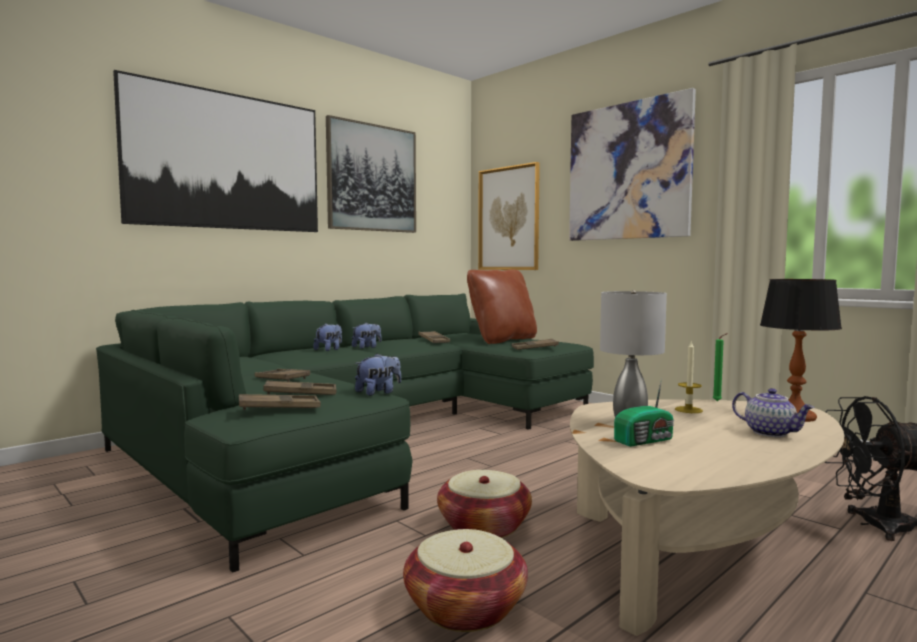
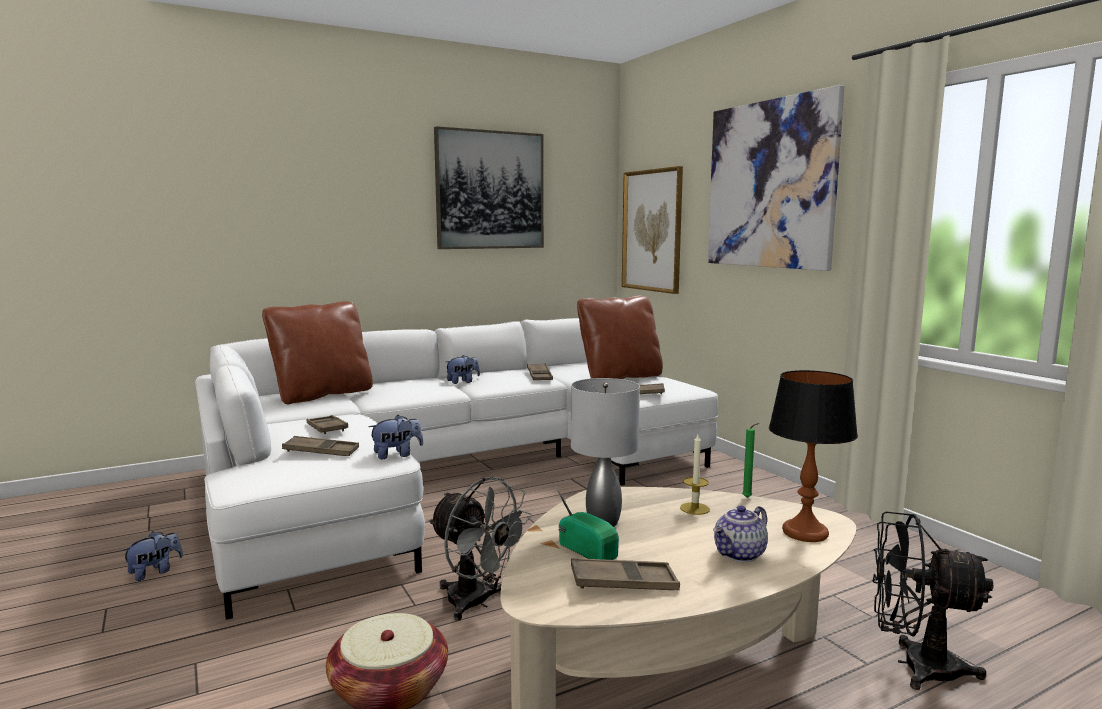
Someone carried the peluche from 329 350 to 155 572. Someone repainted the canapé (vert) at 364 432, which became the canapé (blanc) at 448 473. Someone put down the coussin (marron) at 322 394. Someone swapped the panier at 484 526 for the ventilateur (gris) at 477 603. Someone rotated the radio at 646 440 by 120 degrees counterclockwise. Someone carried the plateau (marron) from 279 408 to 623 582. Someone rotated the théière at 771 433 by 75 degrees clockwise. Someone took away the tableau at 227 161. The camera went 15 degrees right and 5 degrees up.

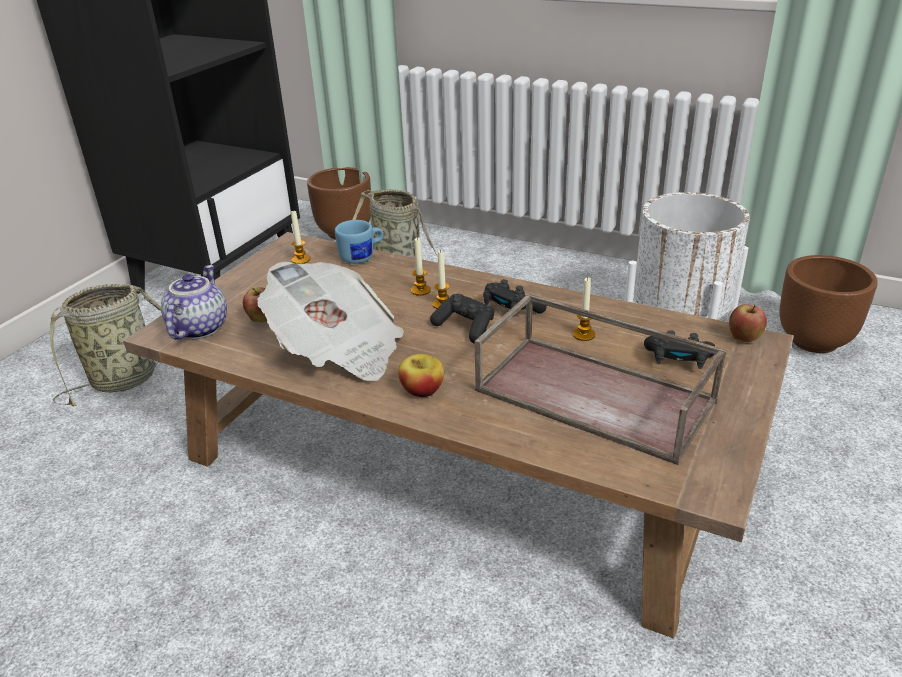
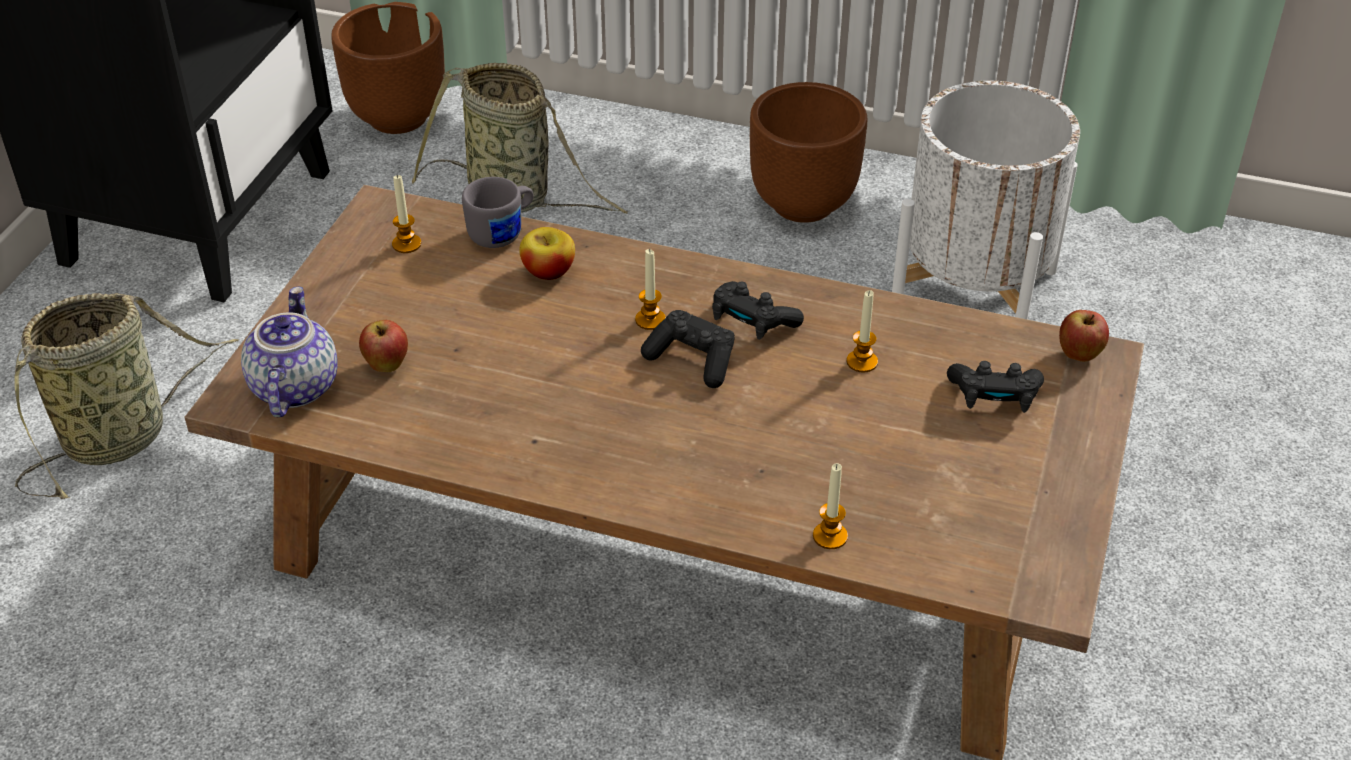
Someone repainted the mug (bleu) at 362 257, which became the mug (gris) at 503 232. Someone carried the pomme from 422 390 to 548 271. Someone carried the cache-pot (marron) from 814 341 to 804 204. Someone carried the bougie from 420 290 to 830 536. Someone took away the journal at 338 350. Someone took away the plateau (marron) at 597 395. The camera went 10 degrees left and 10 degrees up.

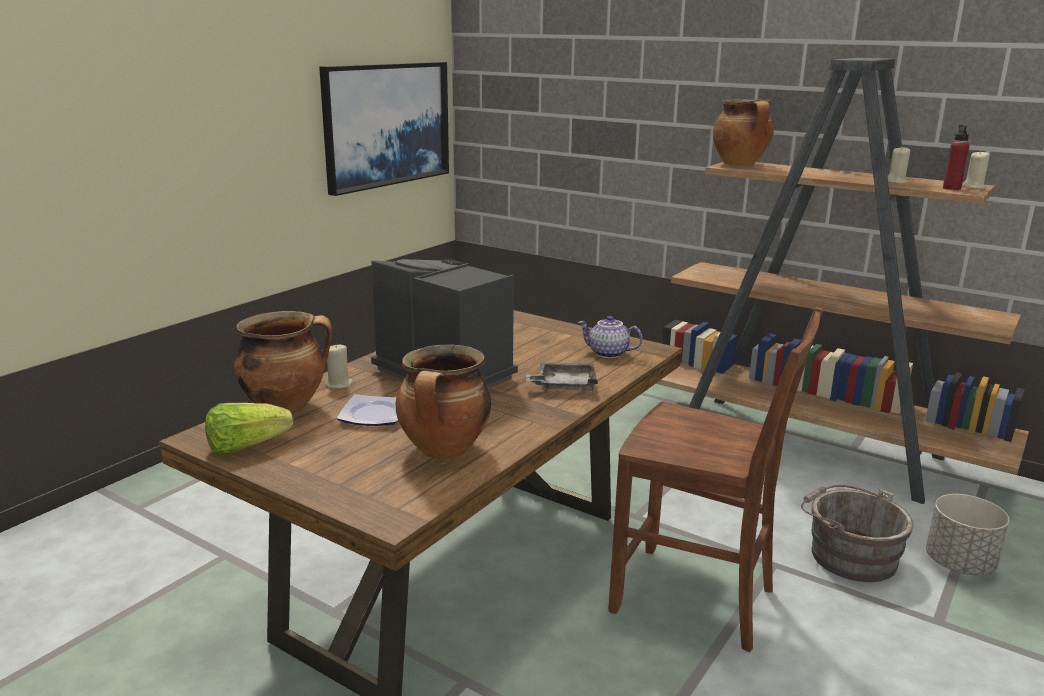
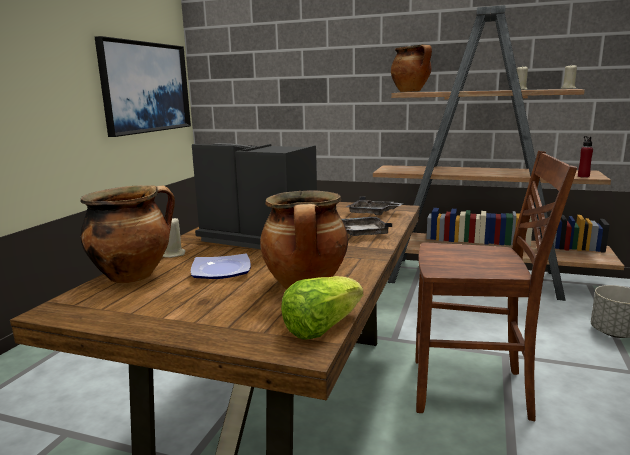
Someone carried the laitue from 246 447 to 321 327. Someone swapped the théière at 607 354 for the plateau (gris) at 372 213. Someone carried the bouteille (rouge) from 951 188 to 583 176. Someone took away the seau (gris) at 848 555. The camera went 15 degrees left and 5 degrees down.

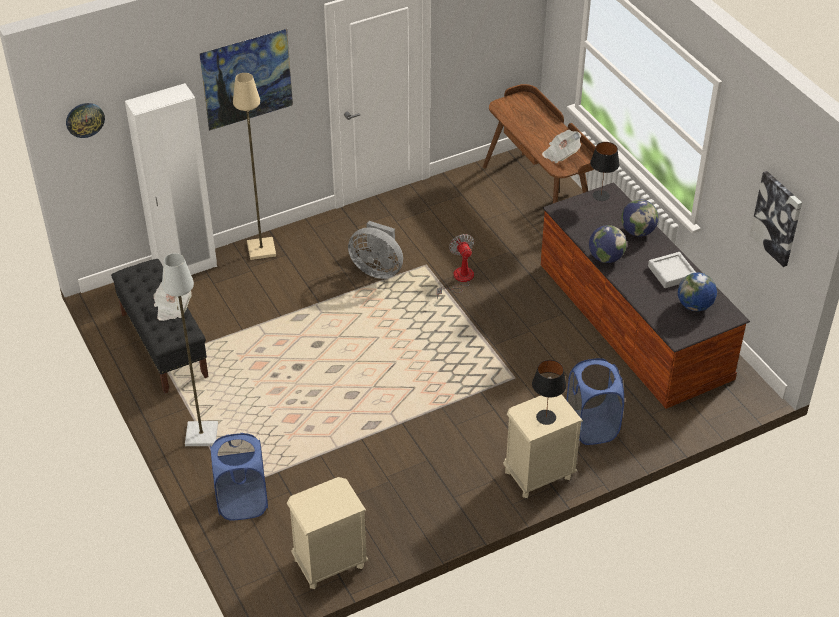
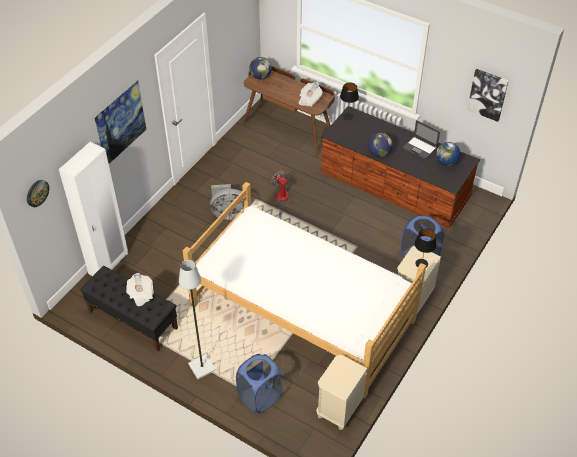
Someone put down the lit at 302 313. Someone carried the globe from 637 231 to 260 76. Someone swapped the plateau (gris) at 671 273 for the ordinateur portable at 420 148. Someone took away the lampadaire (beige) at 262 249. The camera went 30 degrees left and 5 degrees up.

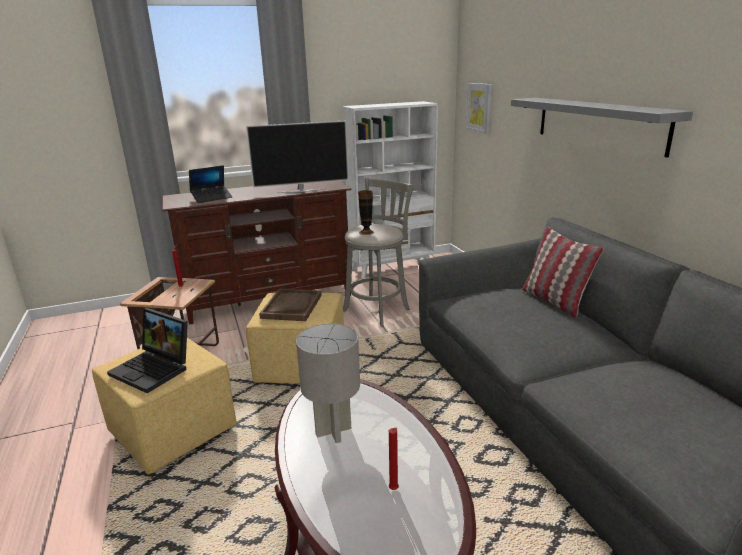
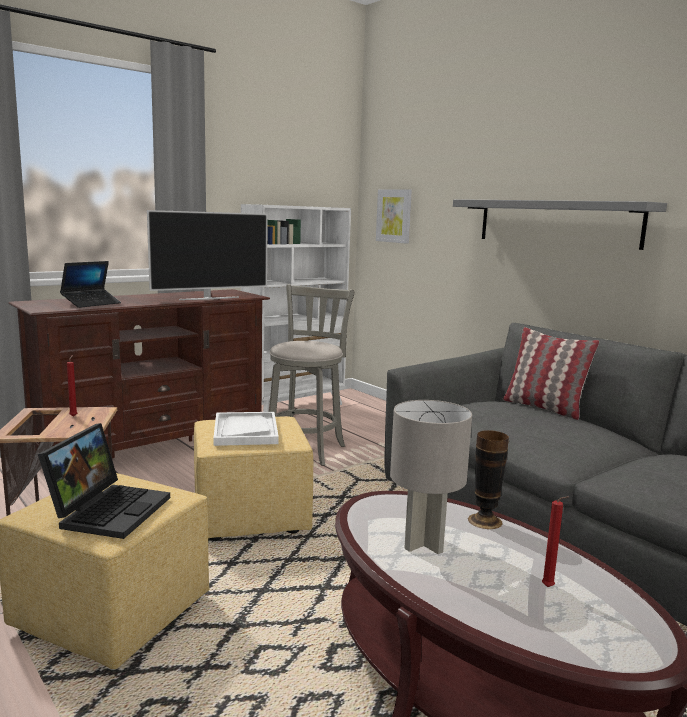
Someone rotated the ordinateur portable at 155 369 by 90 degrees counterclockwise. Someone repainted the plateau (marron) at 292 306, which became the plateau (blanc) at 245 431. Someone carried the vase from 366 232 to 485 521. The camera went 20 degrees left and 10 degrees down.

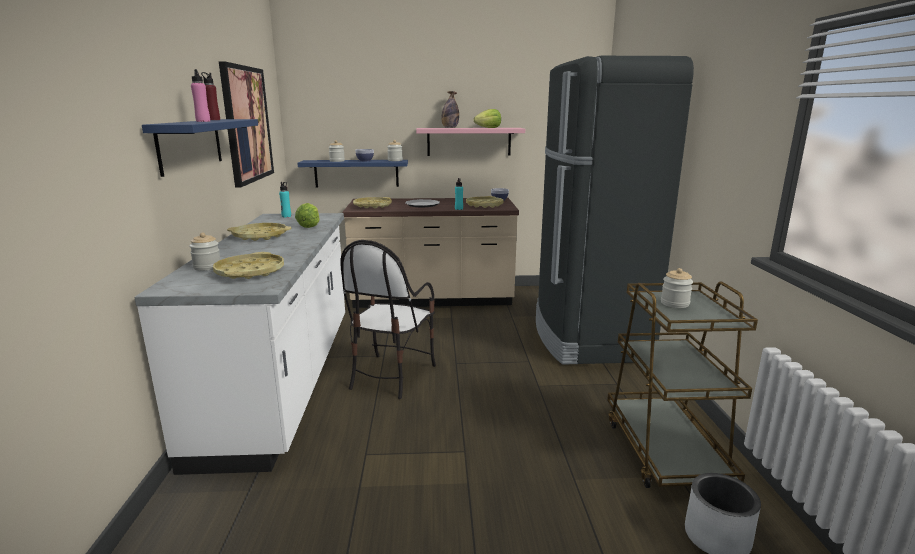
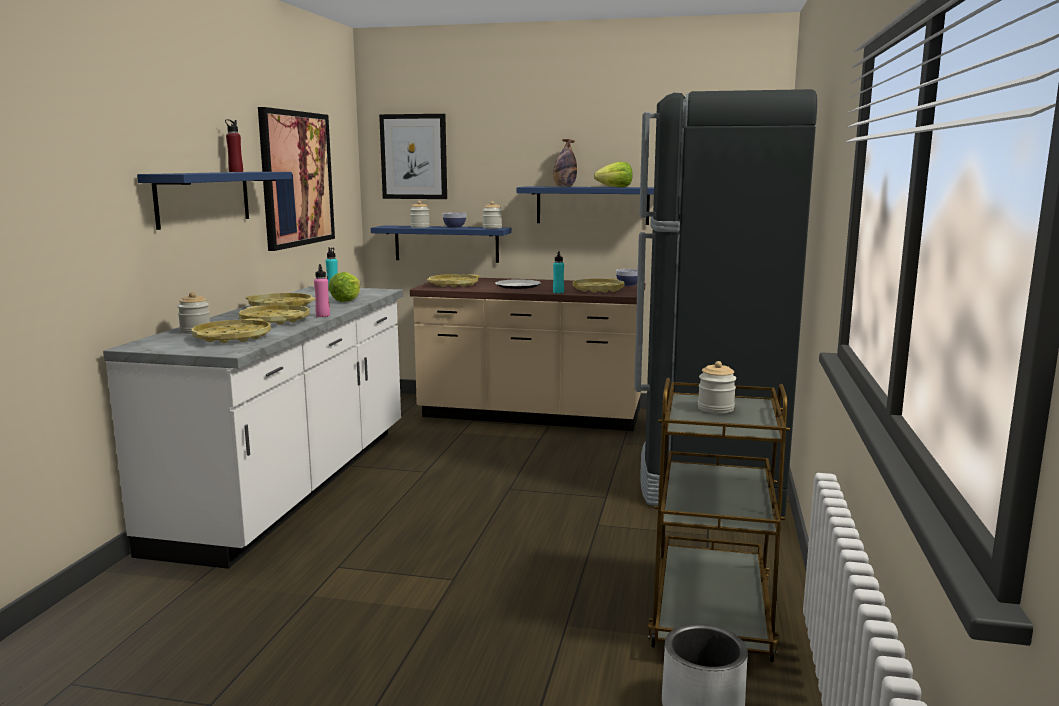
Someone put down the plateau (jaune) at 275 321. Someone carried the bouteille (rose) from 203 121 to 323 315. Someone put up the tableau at 414 157. Someone repainted the étagère (rose) at 469 141, which became the étagère (bleu) at 592 205. Someone took away the chaise at 391 375. The camera went 15 degrees right and 5 degrees down.

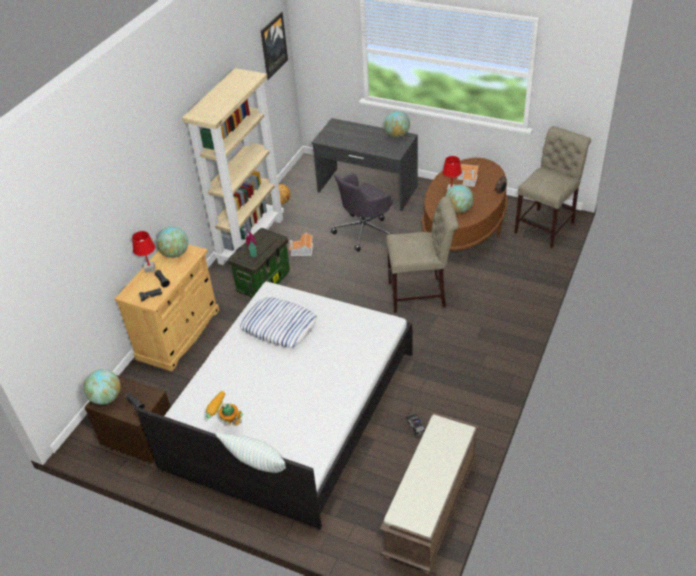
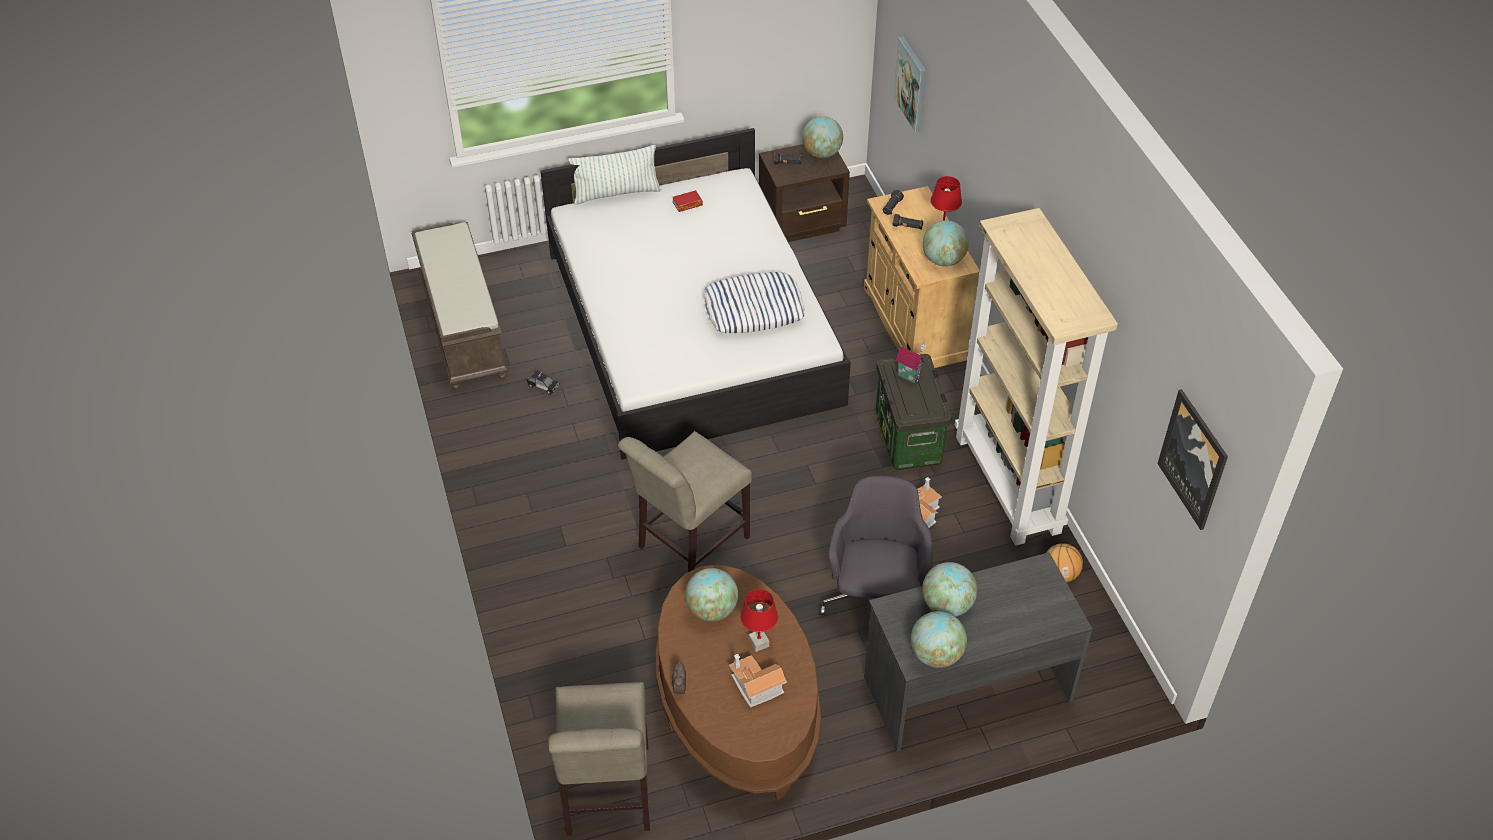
Someone swapped the robot jouet at 226 424 for the livre at 687 204. Someone put up the tableau at 911 84. Someone put down the globe at 947 605. The camera went 135 degrees right and 5 degrees up.

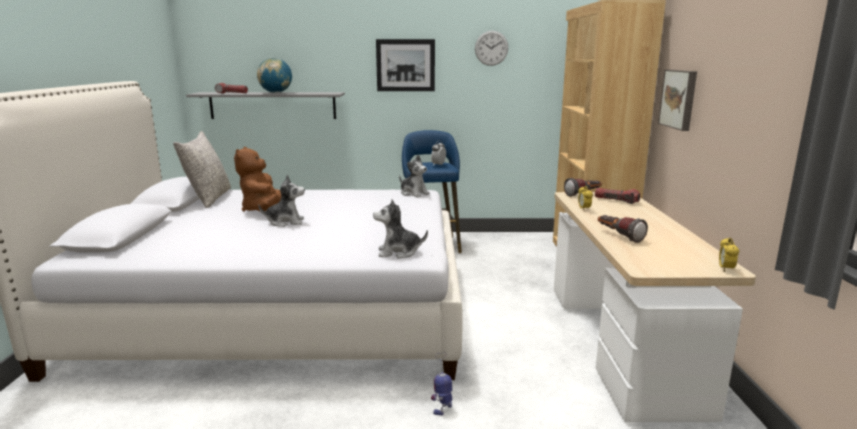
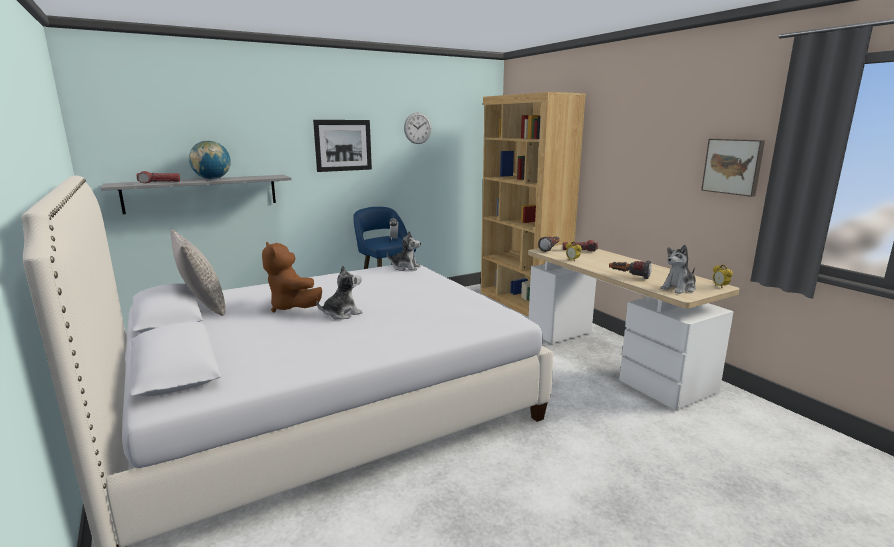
Someone carried the peluche from 398 252 to 679 288. Someone carried the tableau from 679 99 to 733 166. Someone took away the robot jouet at 443 408. The camera went 30 degrees left and 0 degrees up.

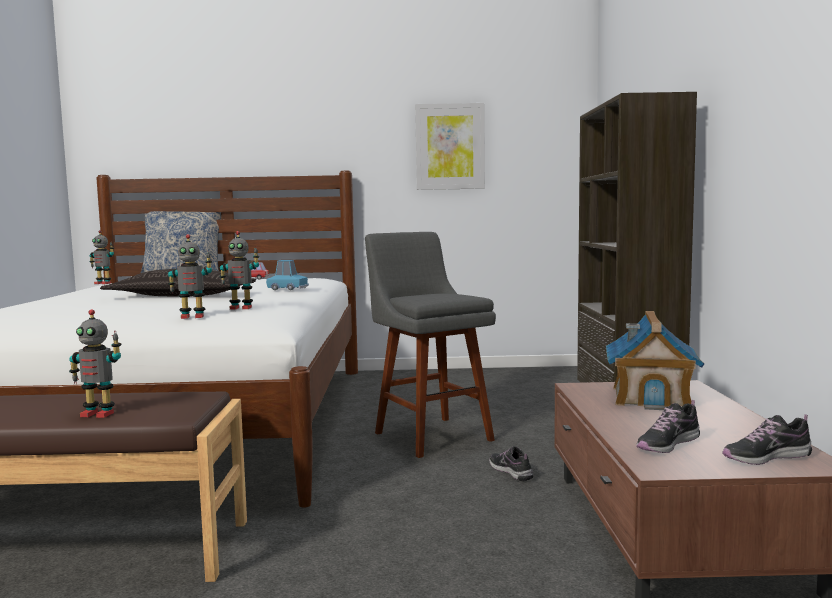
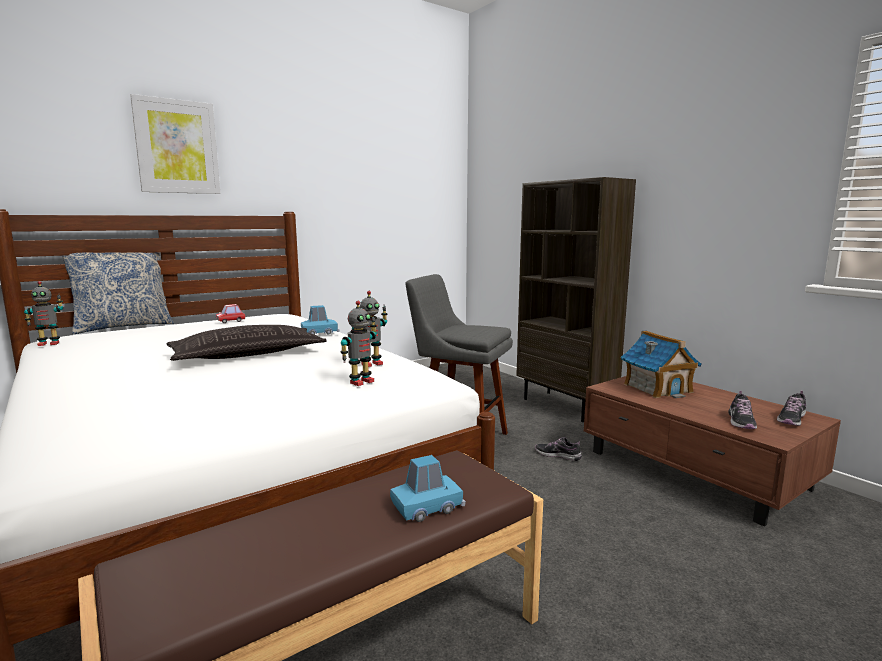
Someone carried the tableau from 450 146 to 177 147. Someone swapped the robot jouet at 98 414 for the petite voiture (bleu) at 427 507. The camera went 35 degrees left and 5 degrees up.

